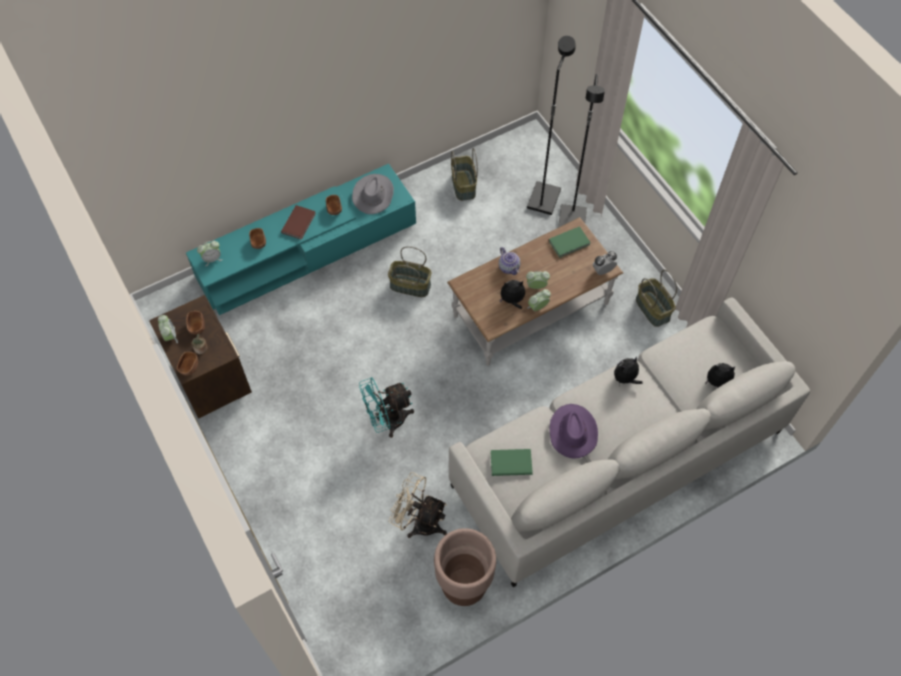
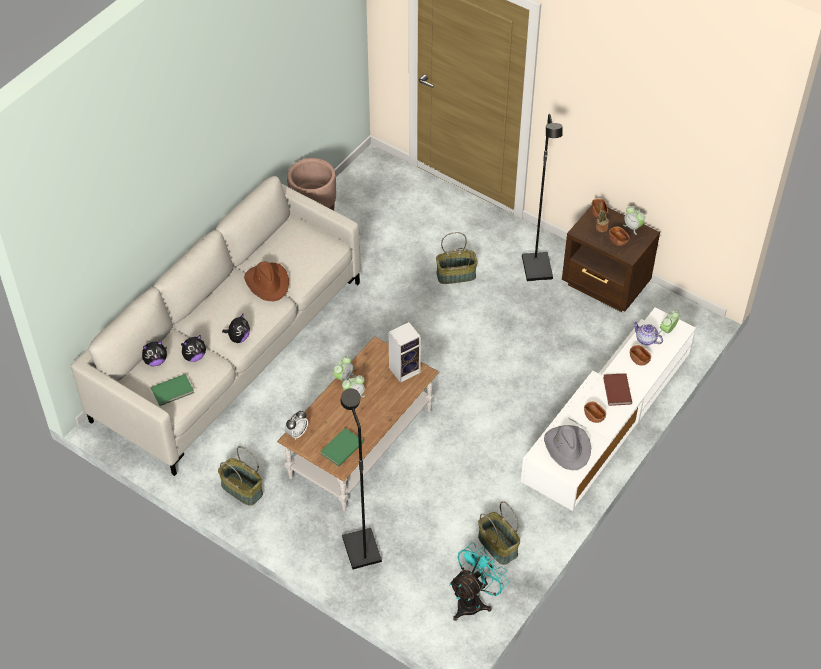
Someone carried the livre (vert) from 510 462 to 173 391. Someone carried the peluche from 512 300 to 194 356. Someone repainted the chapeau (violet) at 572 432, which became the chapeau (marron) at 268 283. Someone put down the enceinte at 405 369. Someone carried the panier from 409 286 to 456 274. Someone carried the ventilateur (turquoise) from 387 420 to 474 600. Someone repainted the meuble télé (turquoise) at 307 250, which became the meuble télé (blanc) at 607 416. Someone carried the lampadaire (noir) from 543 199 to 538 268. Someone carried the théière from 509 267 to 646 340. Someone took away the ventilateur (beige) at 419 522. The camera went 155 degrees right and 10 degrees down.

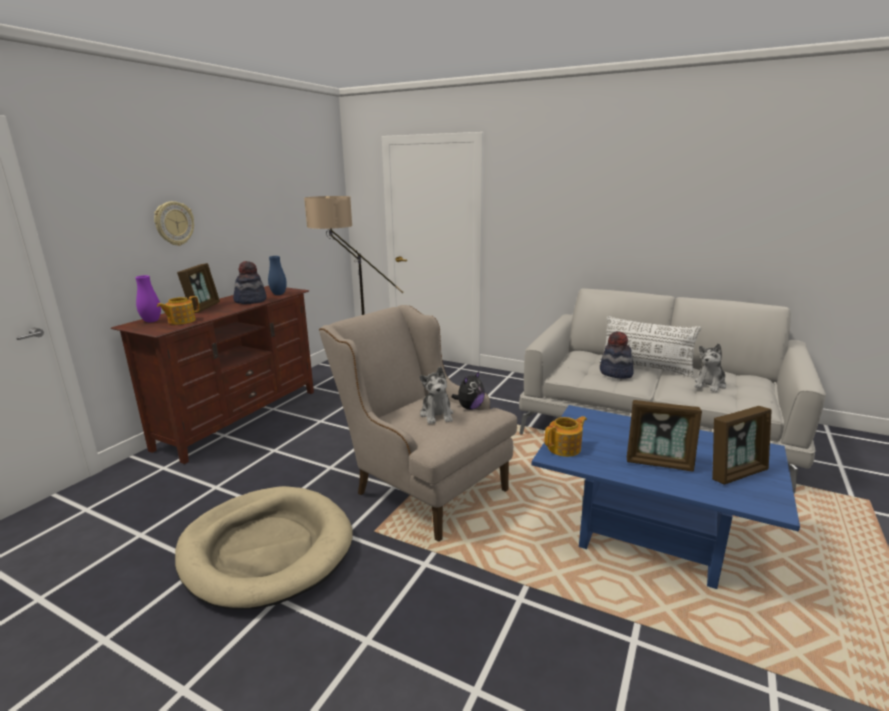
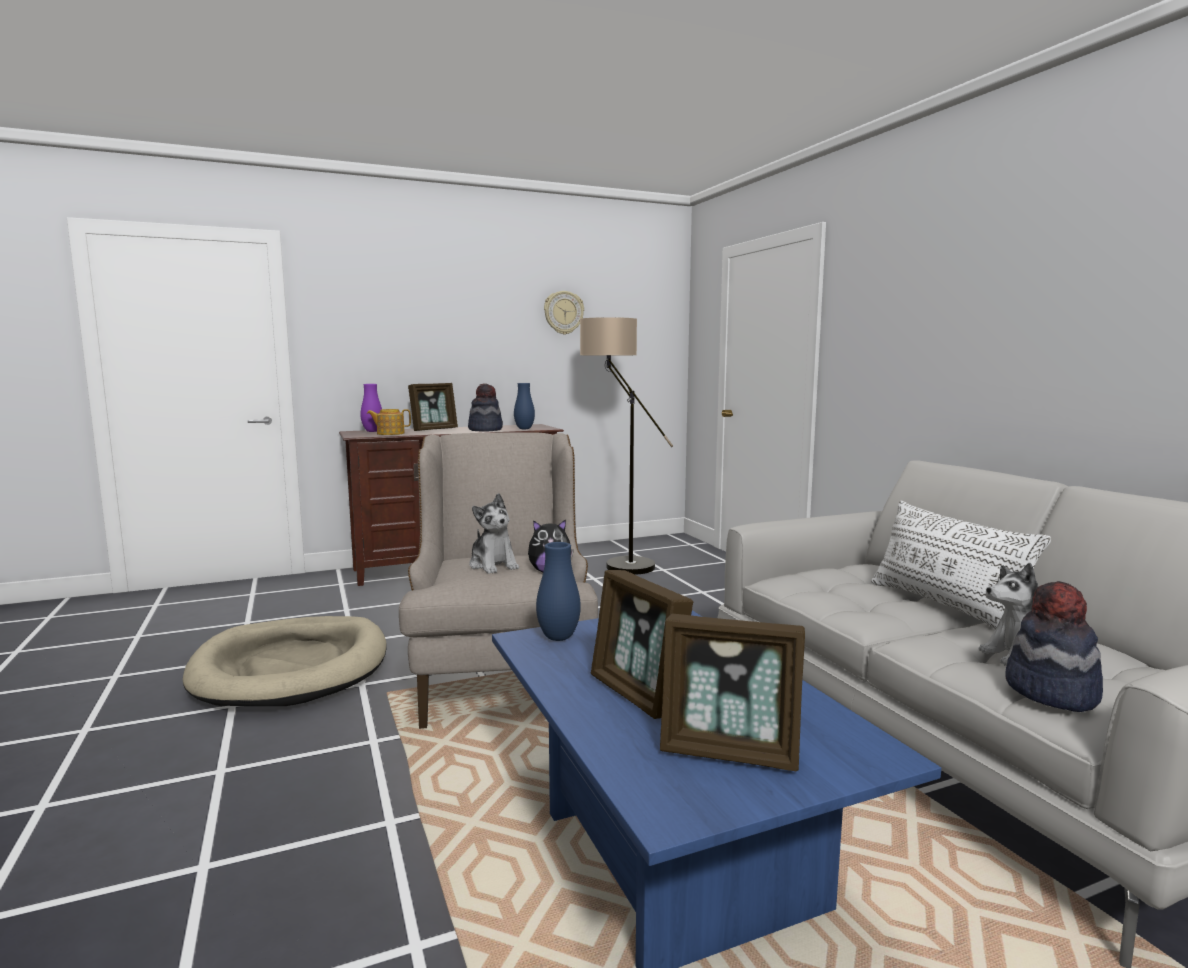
Someone rotated the peluche at 437 414 by 60 degrees counterclockwise. Someone swapped the théière at 565 448 for the vase (bleu) at 558 637. Someone carried the horloge murale from 174 223 to 563 312. Someone carried the chapeau from 615 373 to 1050 692. The camera went 40 degrees right and 10 degrees down.

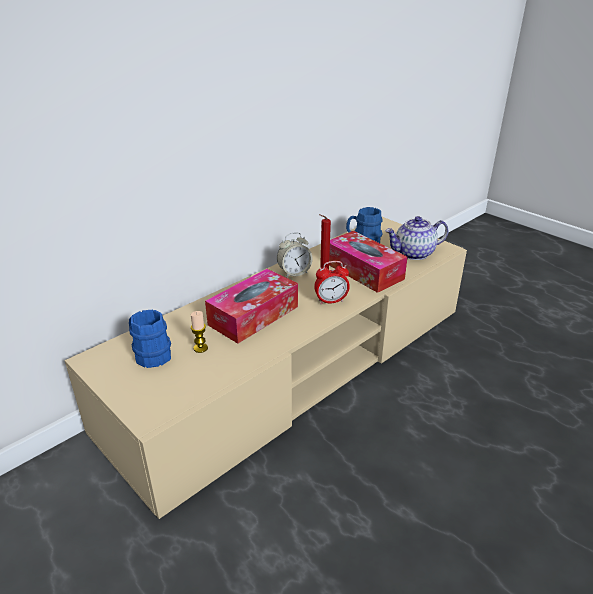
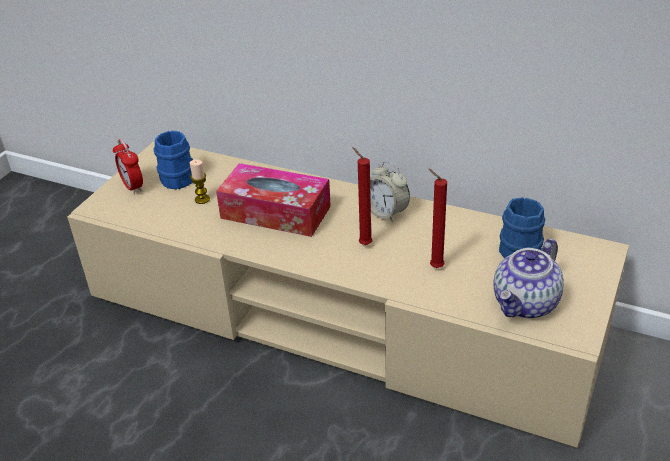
Someone carried the réveil from 331 301 to 133 186. Someone swapped the boîte à mouchoirs at 364 271 for the bougie (rouge) at 434 267. Someone rotated the théière at 414 254 by 105 degrees counterclockwise. The camera went 70 degrees right and 5 degrees up.

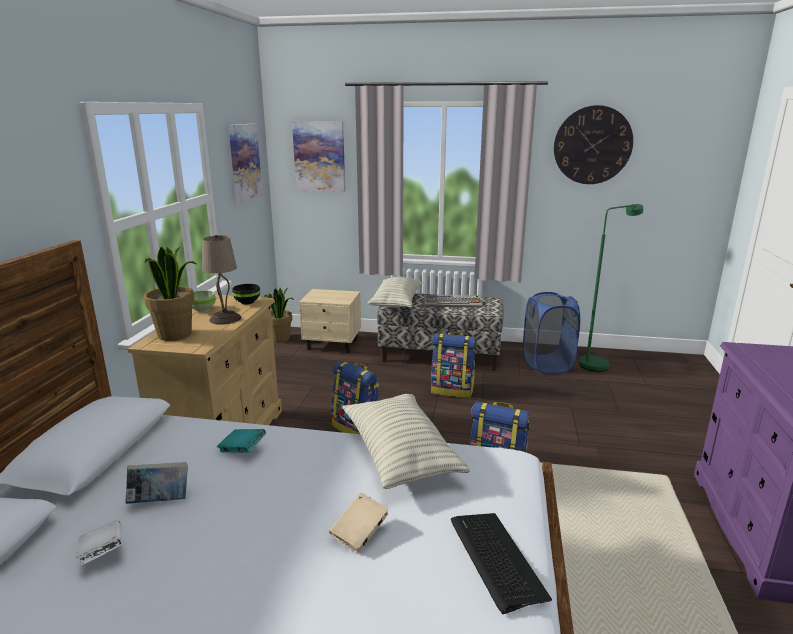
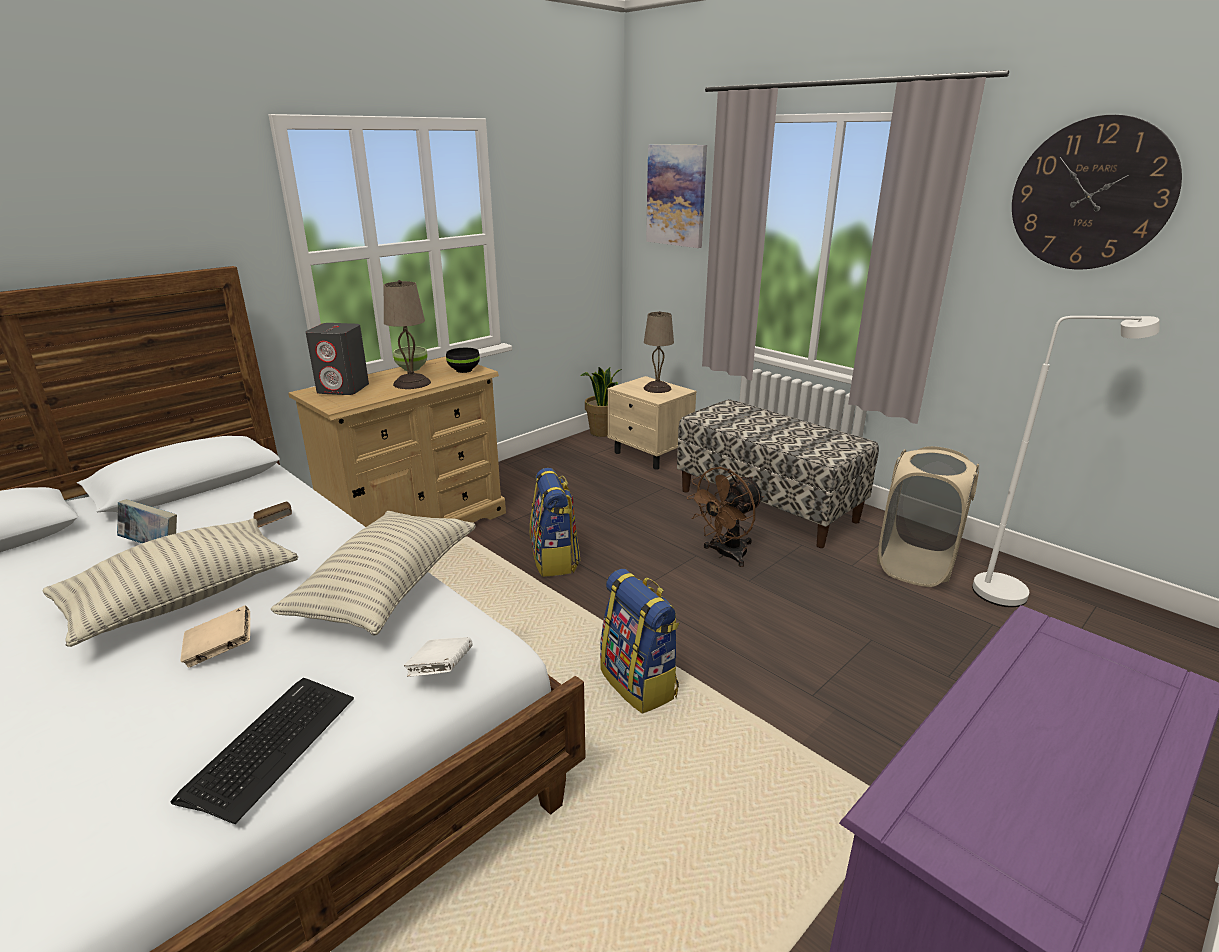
Someone carried the coussin from 396 303 to 183 598. Someone repainted the livre (turquoise) at 242 450, which became the livre (marron) at 275 525. Someone swapped the plante en pot at 175 335 for the enceinte (gris) at 344 389. Someone carried the livre (blanc) from 102 553 to 441 670. Someone put down the lampe de table (beige) at 656 388. Someone swapped the sac à dos at 452 390 for the ventilateur (marron) at 725 555. Someone repainted the panier à linge (bleu) at 546 364, which became the panier à linge (beige) at 915 566. Someone repainted the lampadaire (vert) at 598 363, which became the lampadaire (blanc) at 1013 592. Someone took away the tableau at 244 162. Someone took away the clavier at 453 302. The camera went 35 degrees right and 5 degrees up.

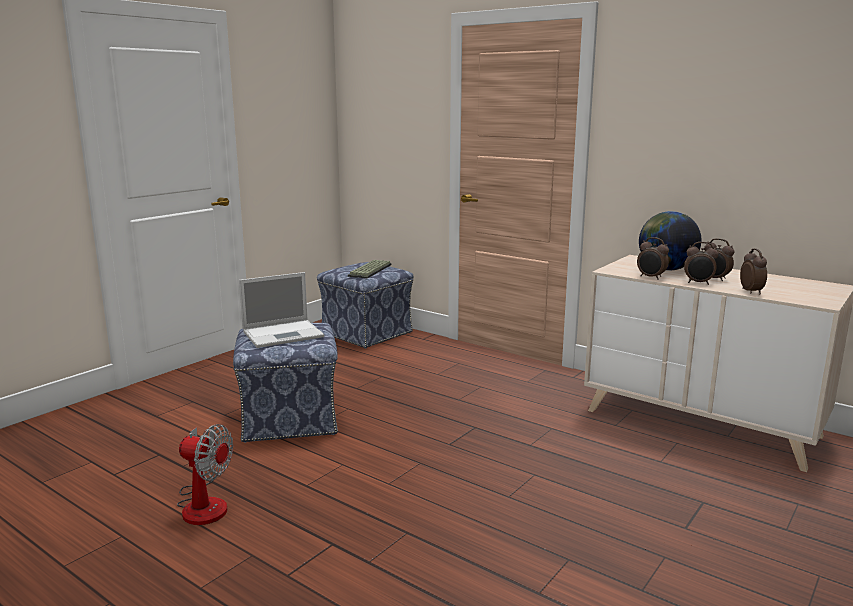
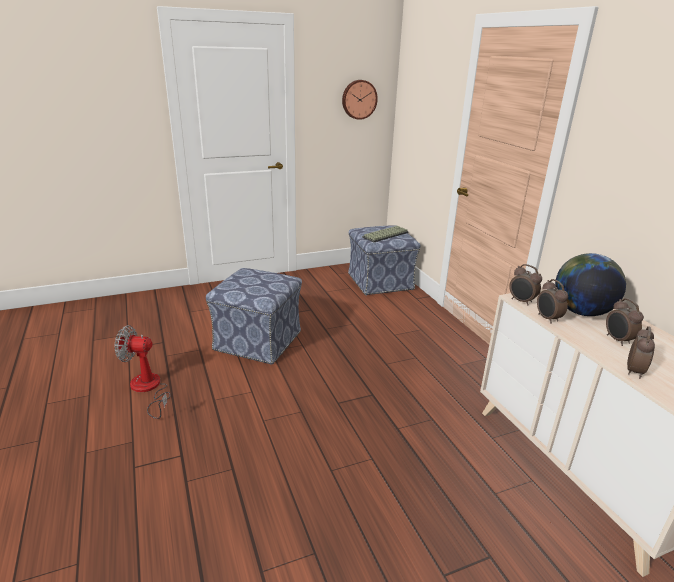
Someone rotated the ventilateur at 204 503 by 135 degrees clockwise. Someone put up the horloge murale at 359 99. Someone carried the réveil from 698 283 to 521 301. Someone took away the ordinateur portable at 284 334. The camera went 30 degrees right and 10 degrees up.

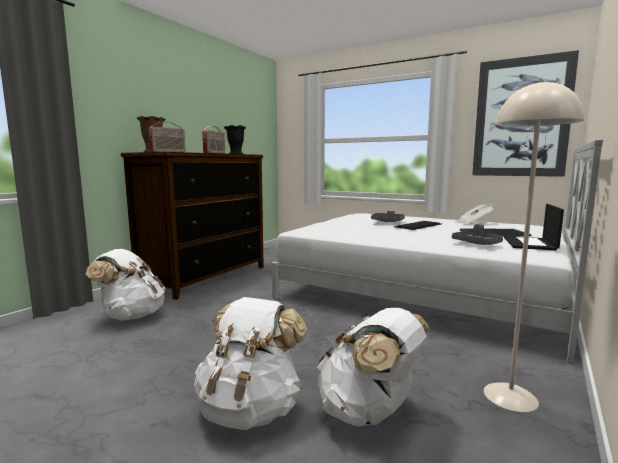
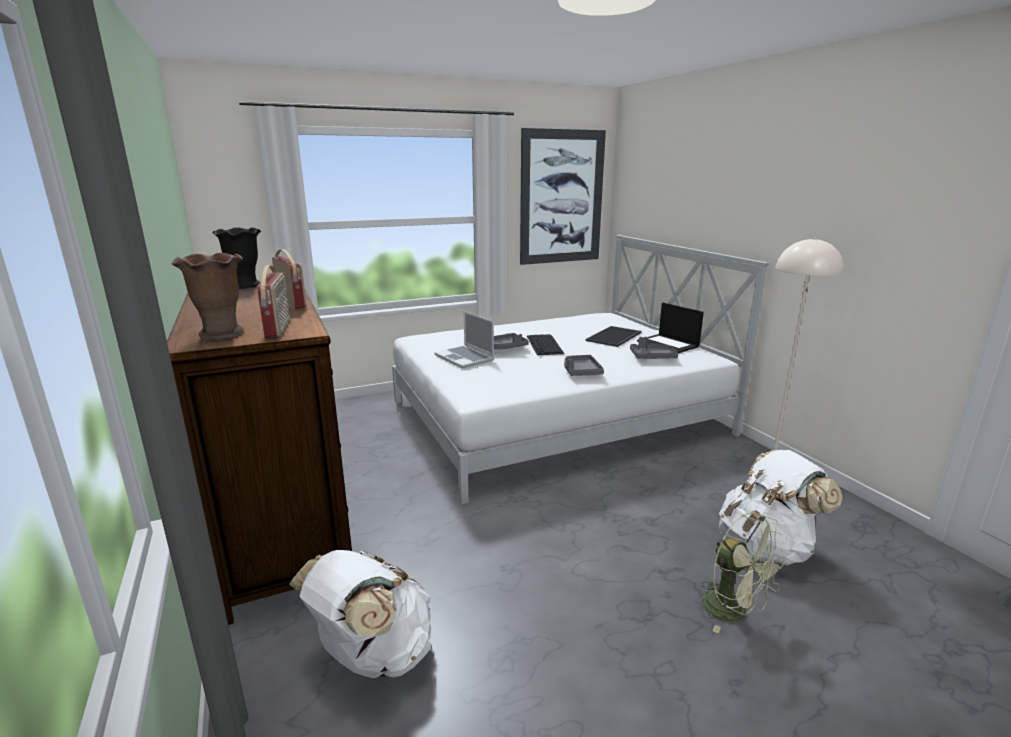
Someone put down the ordinateur portable at 465 358. Someone put down the plateau (gris) at 581 371. Someone swapped the sac à dos (blanc) at 250 409 for the ventilateur (vert) at 733 612. Someone took away the journal at 472 223. The camera went 55 degrees left and 10 degrees up.

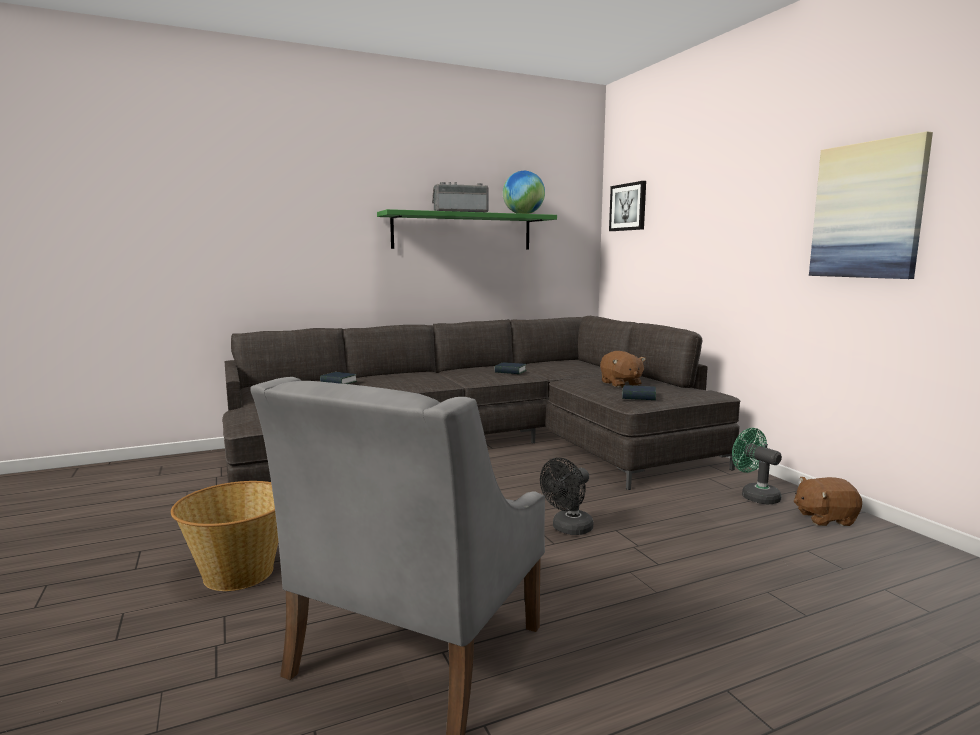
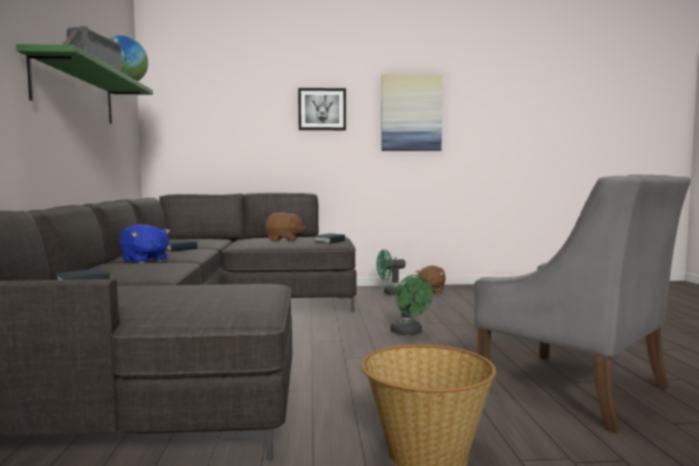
Someone put down the peluche (bleu) at 144 260. Someone carried the tableau from 628 207 to 322 109. Someone repainted the ventilateur (noir) at 568 529, which became the ventilateur (vert) at 409 333. The camera went 70 degrees left and 5 degrees down.

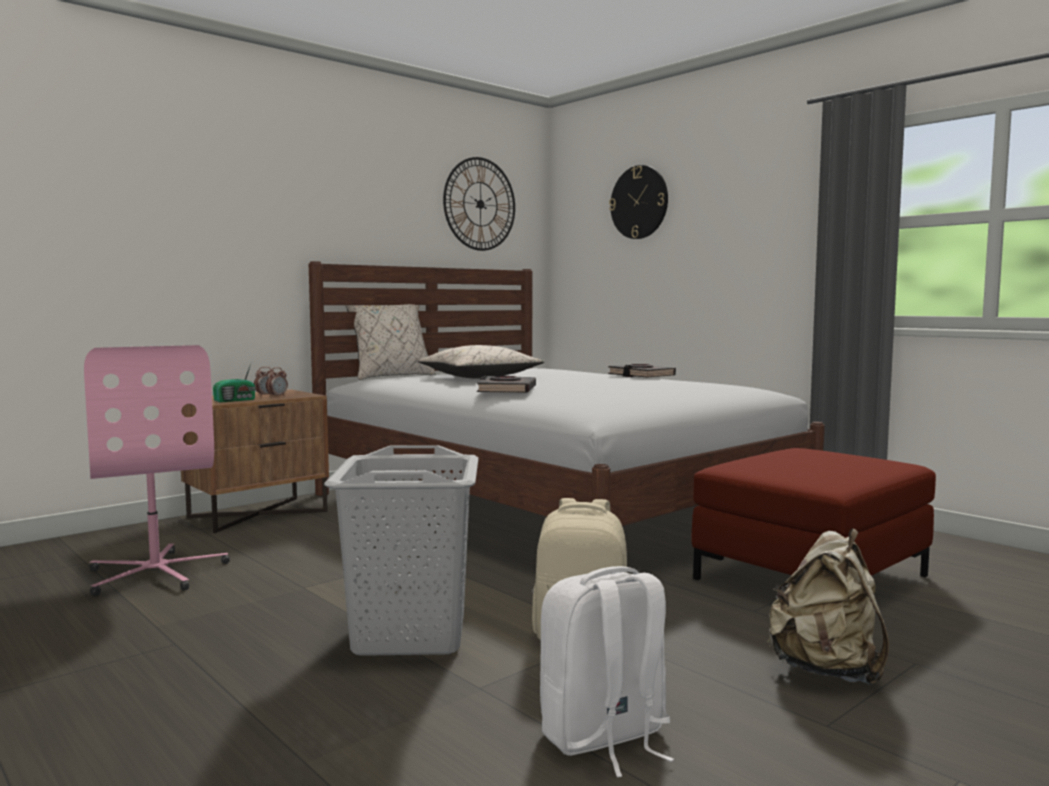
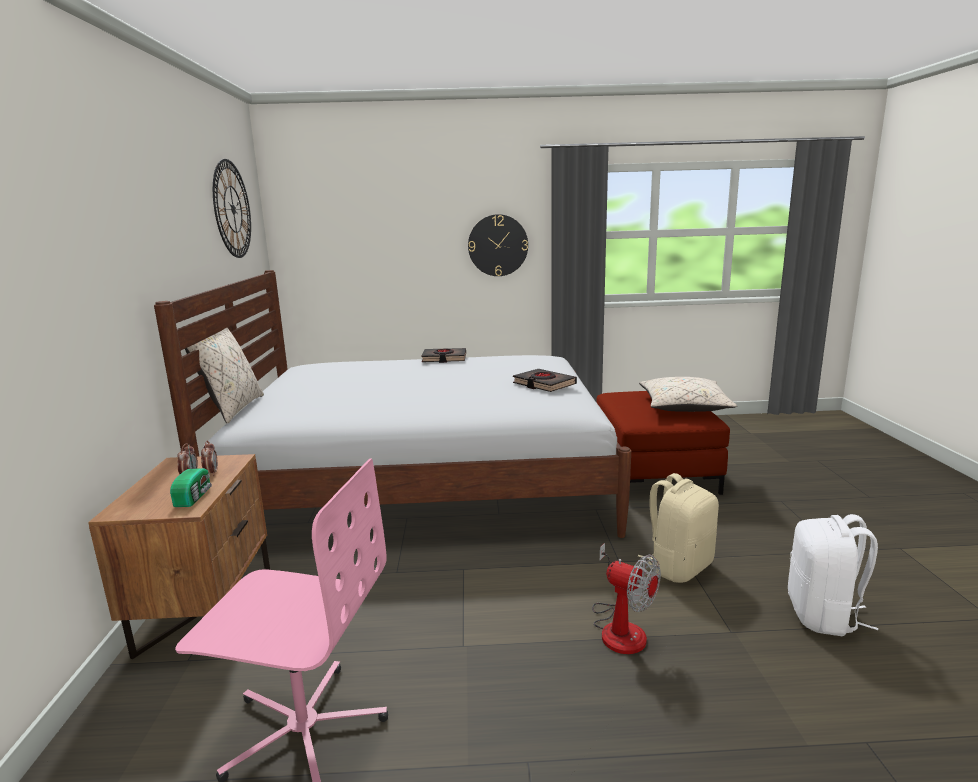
Someone carried the horloge murale from 639 202 to 498 245. Someone carried the livre (noir) from 506 390 to 544 384. Someone swapped the panier à linge (gris) at 411 634 for the ventilateur at 620 627. Someone carried the coussin (beige) from 479 377 to 684 407. Someone took away the sac à dos (beige) at 827 670. The camera went 50 degrees left and 10 degrees up.

